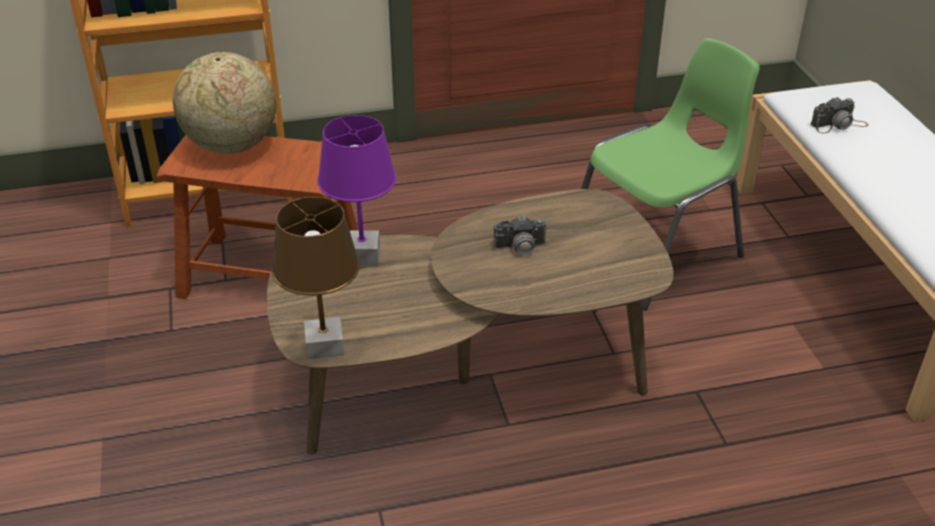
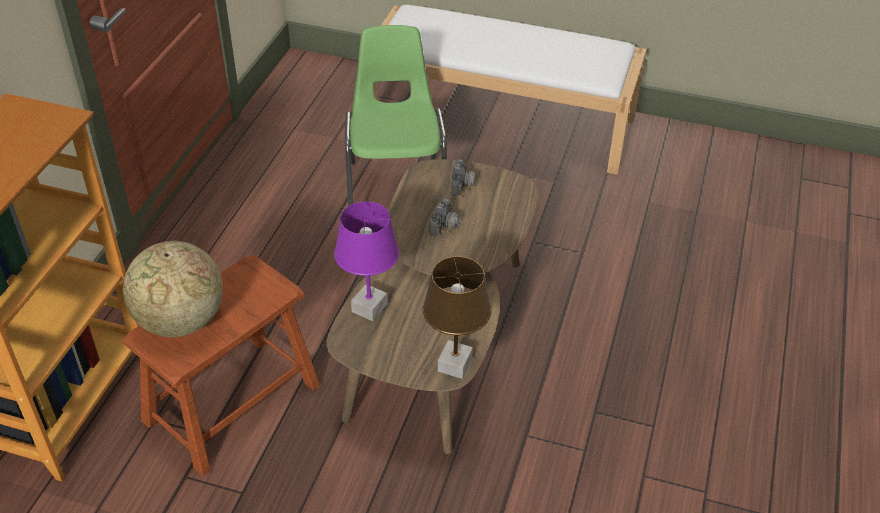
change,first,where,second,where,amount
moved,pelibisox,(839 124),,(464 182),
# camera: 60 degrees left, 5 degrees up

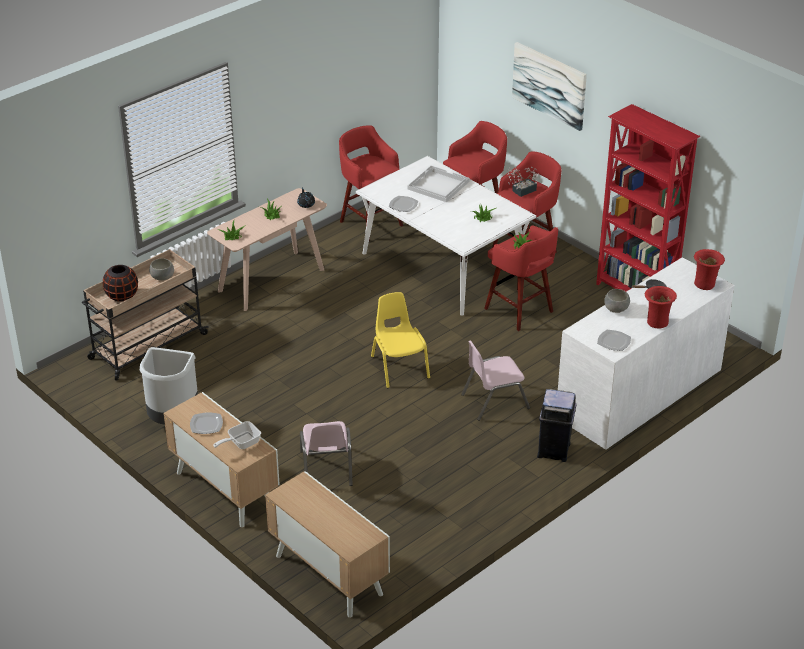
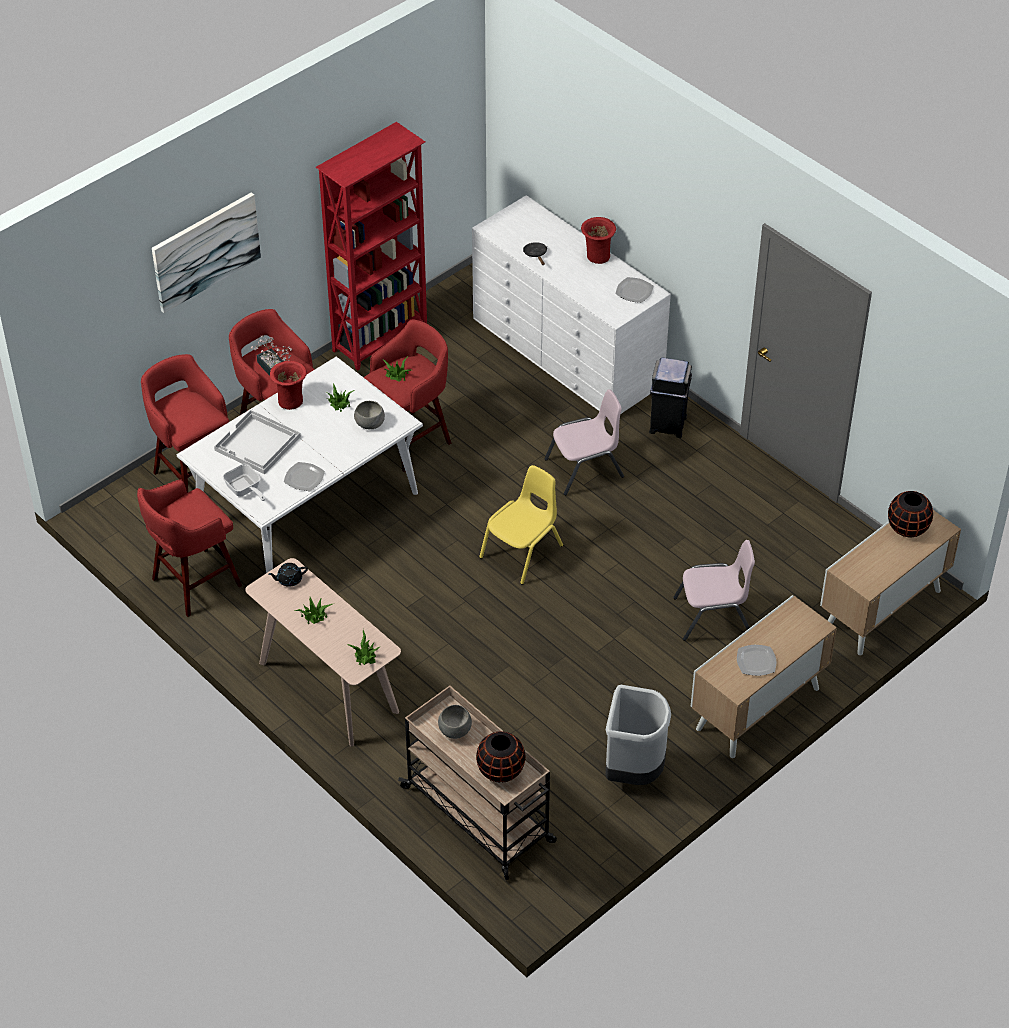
change,first,where,second,where,amount
moved,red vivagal,(705 284),,(290 401),
moved,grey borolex,(616 308),,(369 423),
turned,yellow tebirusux,(399 367),,(522 552),150 degrees clockwise
turned,pink tebirusux,(494 401),,(585 469),90 degrees counterclockwise
moved,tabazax,(241 443),,(245 490),
added,,,black vivagal,(907 528),
# camera: 90 degrees left, 10 degrees up

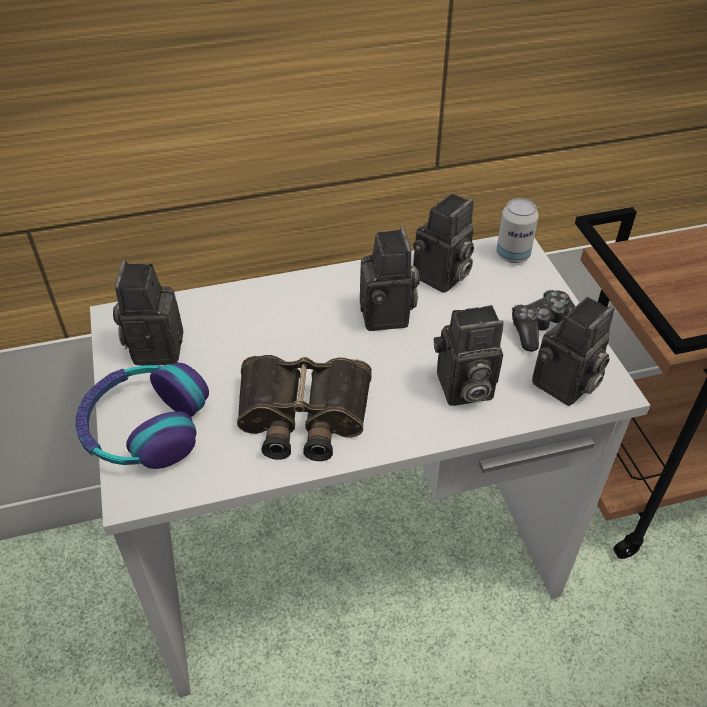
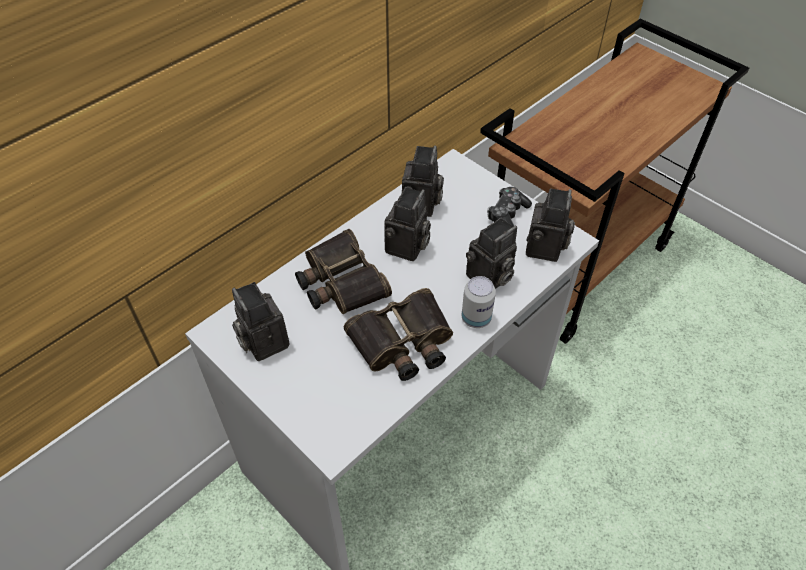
change,first,where,second,where,amount
moved,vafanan,(512 255),,(476 318),
turned,pelibisox,(388 316),,(407 248),60 degrees clockwise
removed,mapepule,(145 427),,,
added,,,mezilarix,(340 281),
# camera: 30 degrees left, 5 degrees up

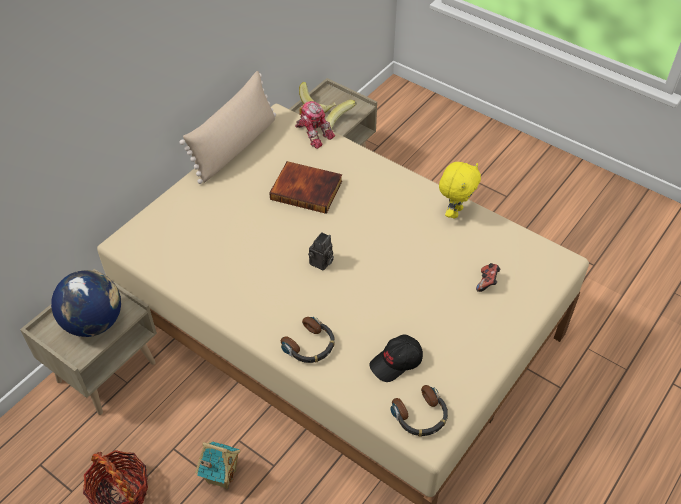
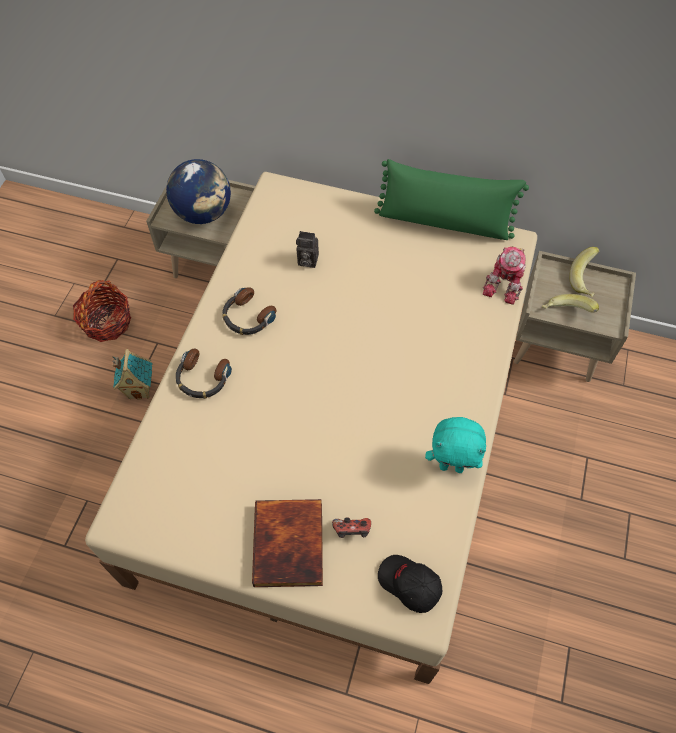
change,first,where,second,where,amount
recoloured,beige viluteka,(235 147),green viluteka,(444 222),
moved,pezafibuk,(307 189),,(290 545),
recoloured,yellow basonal,(455 212),turquoise basonal,(451 466),
moved,pelibisox,(321 263),,(306 261),
moved,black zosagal,(396 363),,(409 585),
moved,mapepule,(420 416),,(247 317),
# camera: 70 degrees right, 10 degrees up

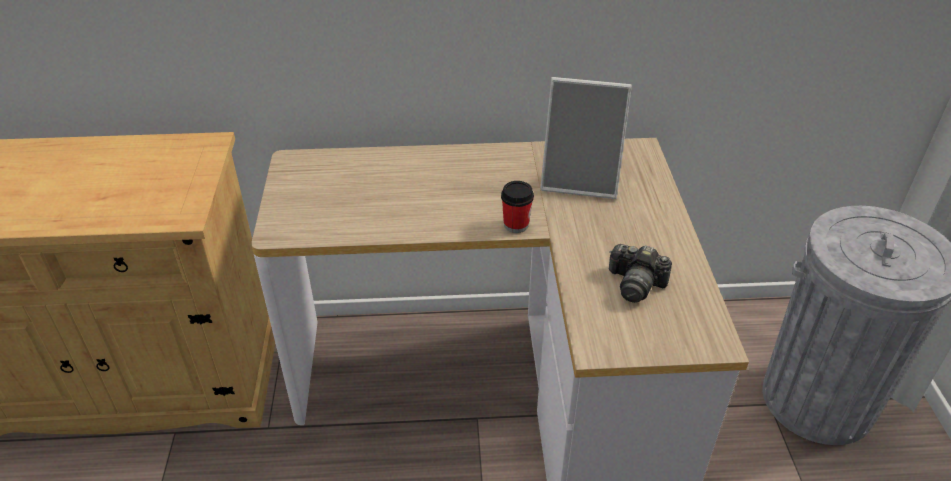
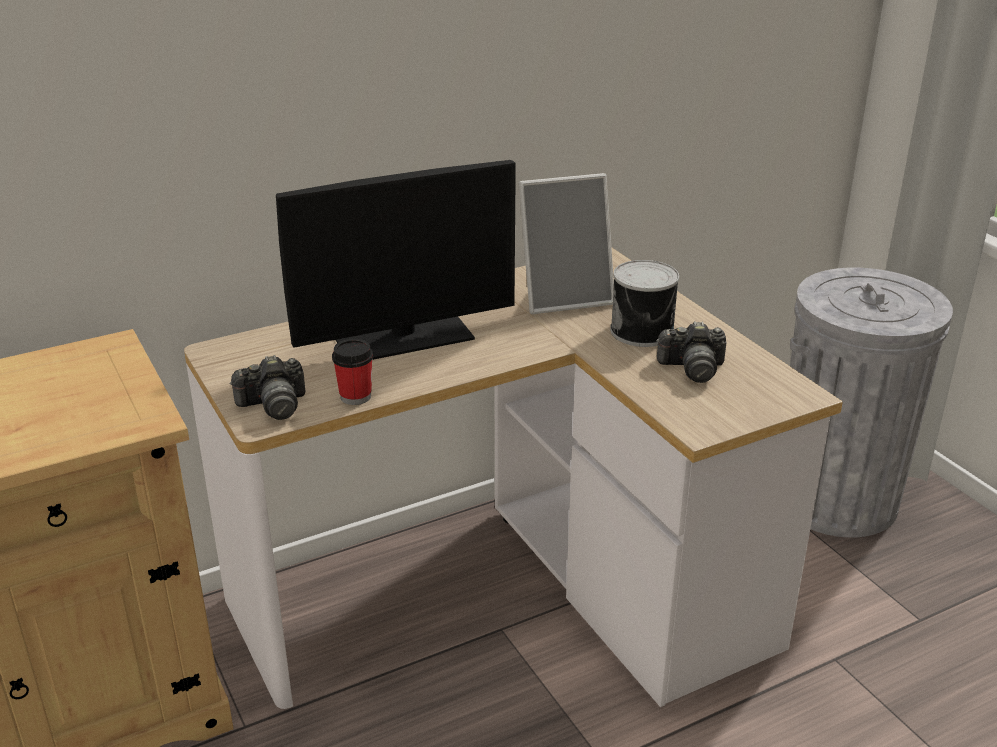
change,first,where,second,where,amount
moved,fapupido,(516 225),,(355 396),
added,,,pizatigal,(404 338),
added,,,vafanan,(644 331),
added,,,pelibisox,(273 405),
# camera: 25 degrees left, 10 degrees down

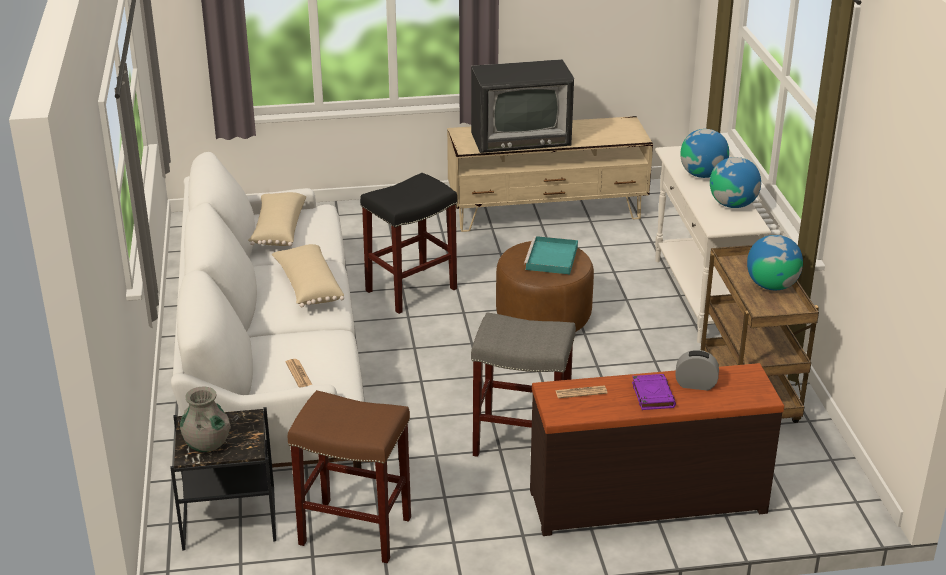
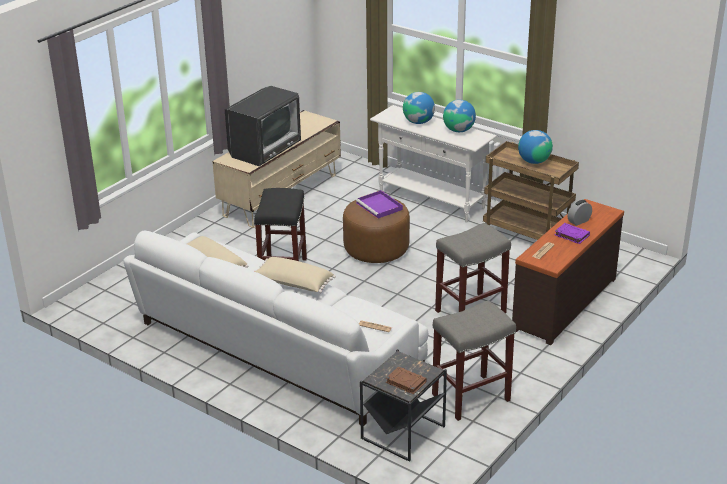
change,first,where,second,where,amount
recoloured,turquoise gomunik,(551 259),purple gomunik,(380 206),
replaced,grey vivagal,(207 444),brown pezafibuk,(405 382),
recoloured,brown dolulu,(357 530),grey dolulu,(471 397),
# camera: 45 degrees left, 0 degrees up

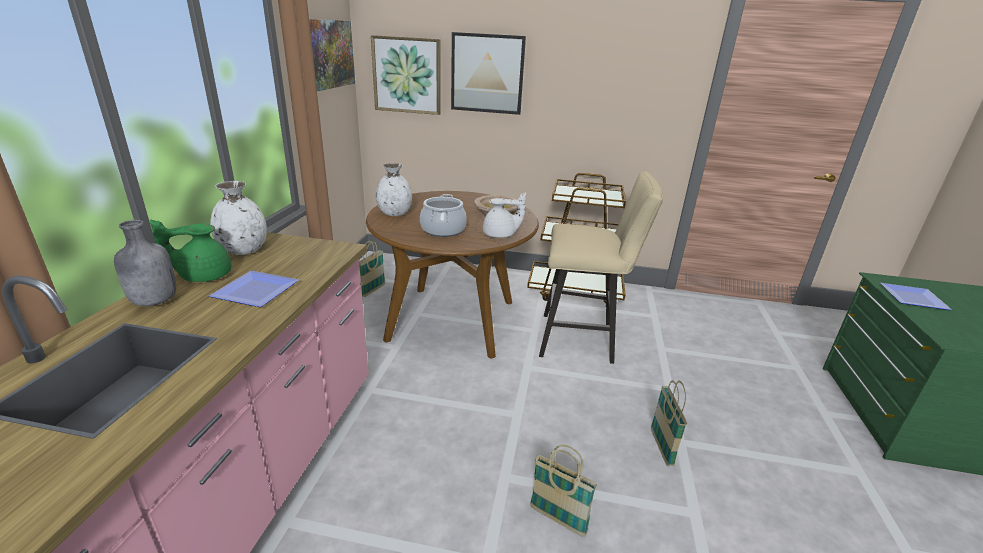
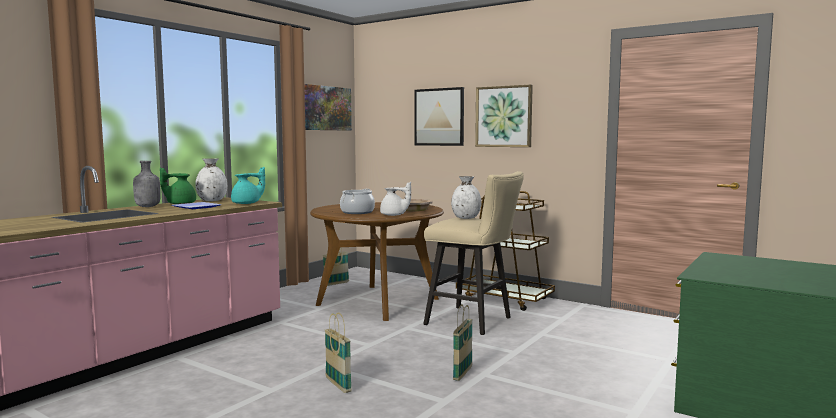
change,first,where,second,where,amount
moved,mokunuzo,(407 75),,(504 116),
moved,white vivagal,(394 213),,(465 218),
removed,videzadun,(914 298),,,
added,,,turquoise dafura,(247 203),
# camera: 25 degrees right, 20 degrees down

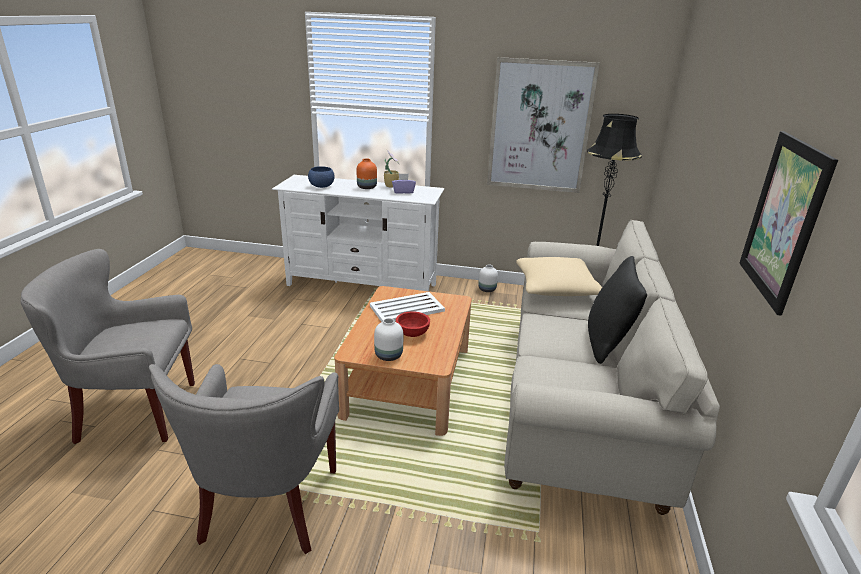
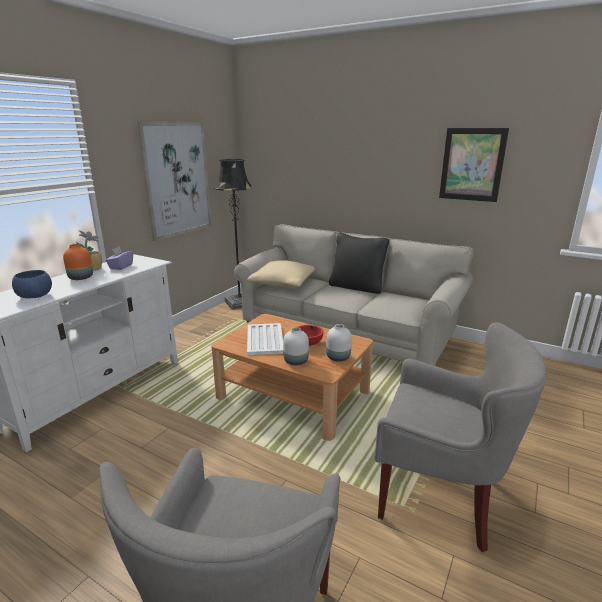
change,first,where,second,where,amount
moved,white vivagal,(487 289),,(295 361),
# camera: 70 degrees left, 5 degrees down

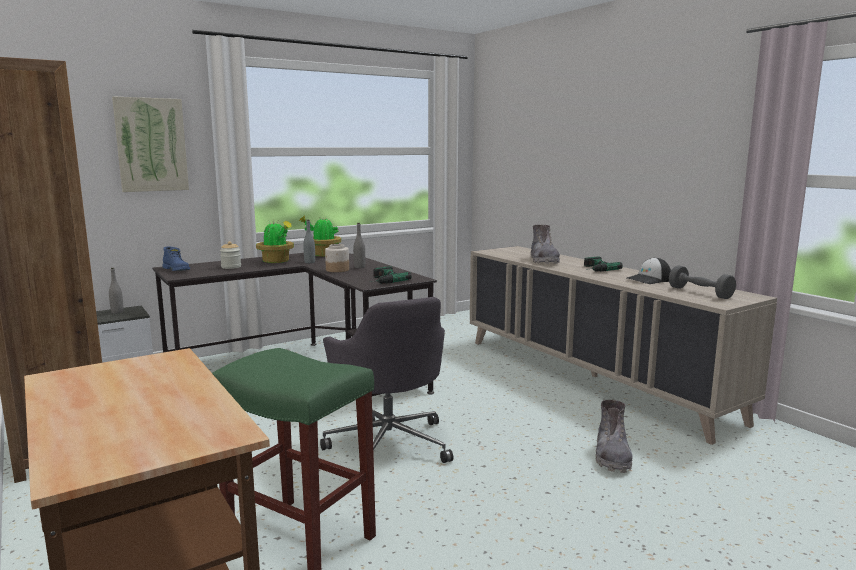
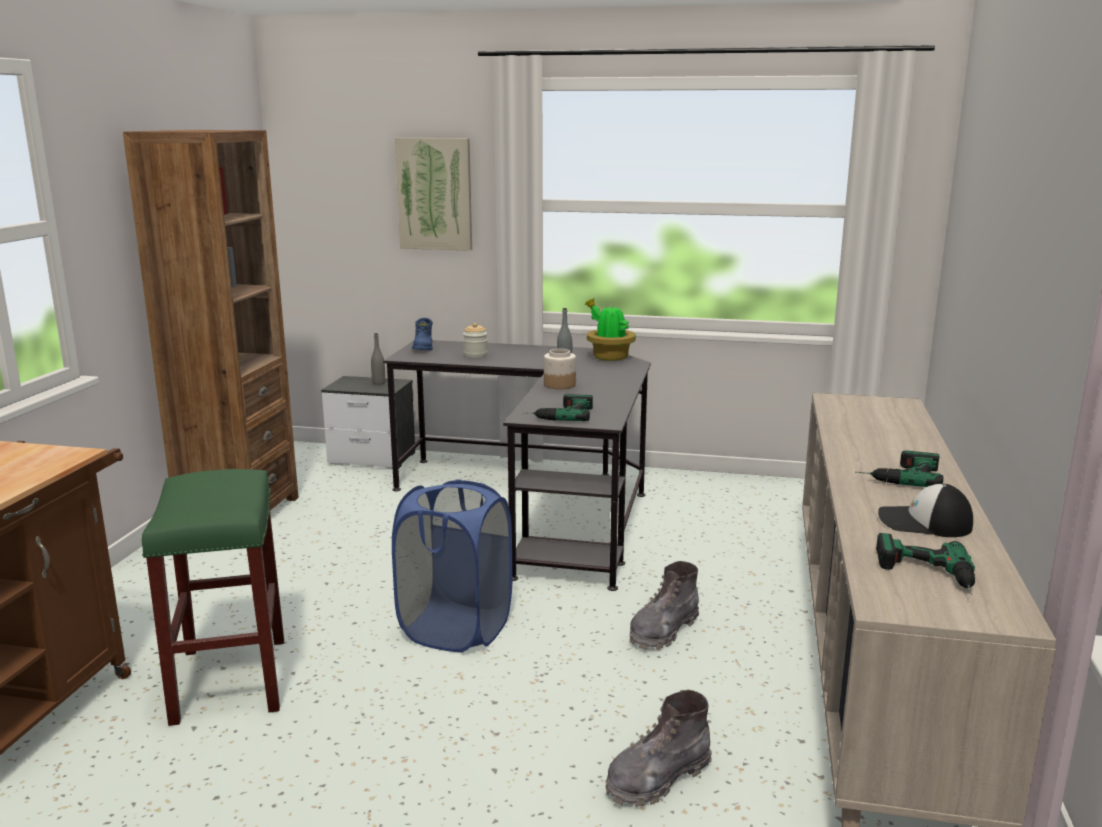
change,first,where,second,where,amount
removed,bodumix,(277 261),,,
removed,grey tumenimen,(359 267),,,
moved,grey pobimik,(543 261),,(663 631),
replaced,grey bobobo,(700 293),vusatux,(926 575),
replaced,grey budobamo,(389 444),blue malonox,(455 629),
# camera: 45 degrees right, 5 degrees up

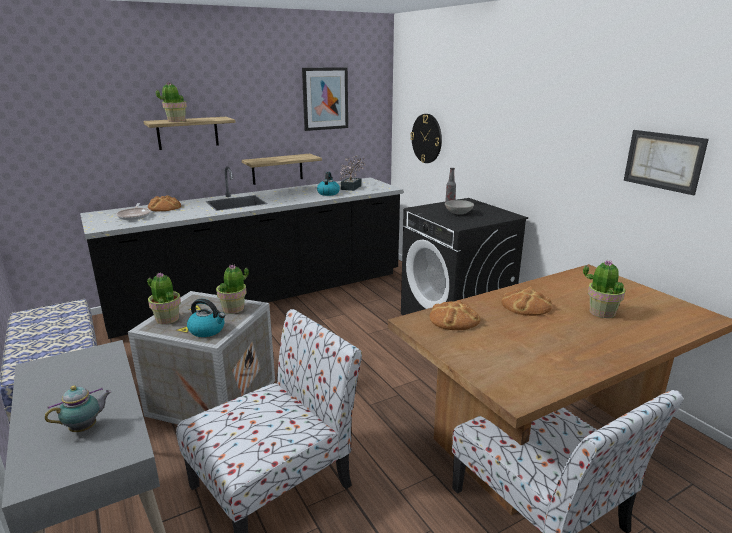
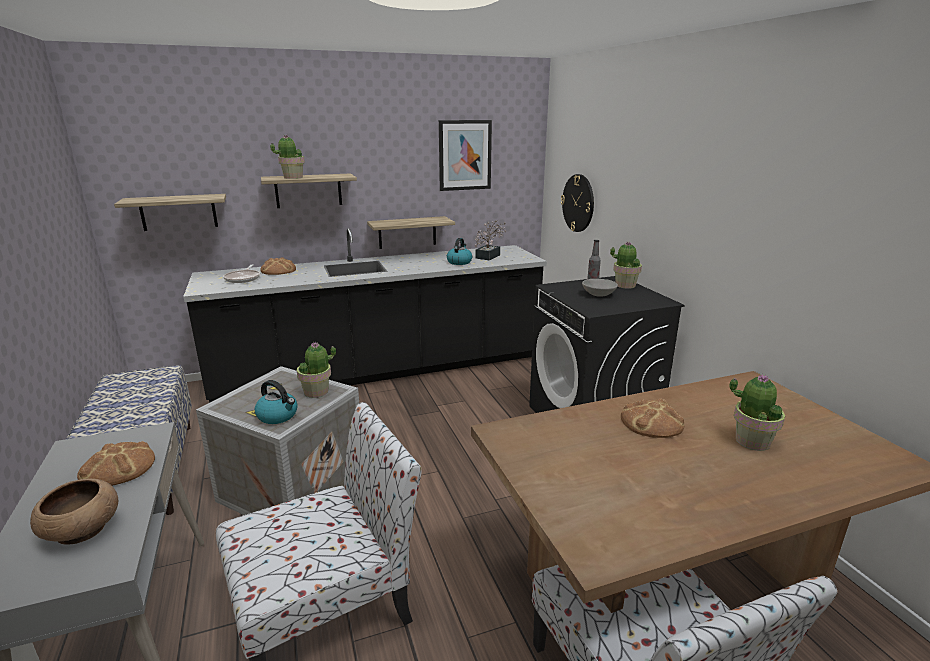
change,first,where,second,where,amount
removed,mokunuzo,(663 161),,,
moved,bodumix,(167 319),,(625 285),
moved,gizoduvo,(453 319),,(118 467),
replaced,dafura,(85 428),brown borolex,(82 530),
added,,,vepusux,(178 212),
# camera: 10 degrees right, 0 degrees up

